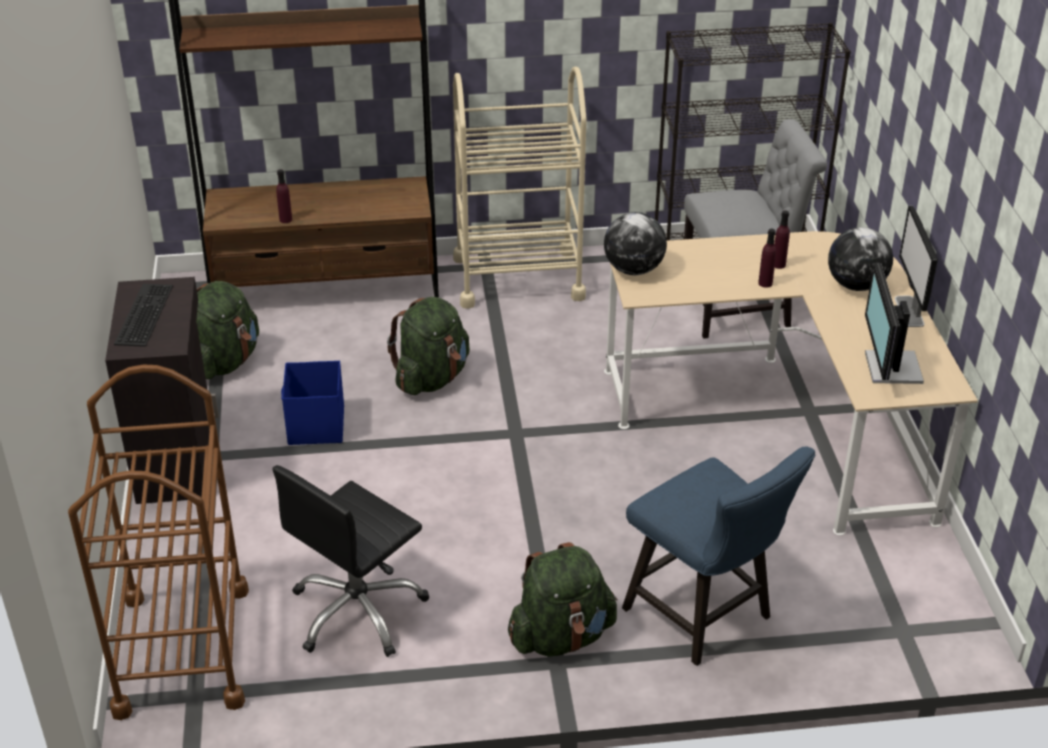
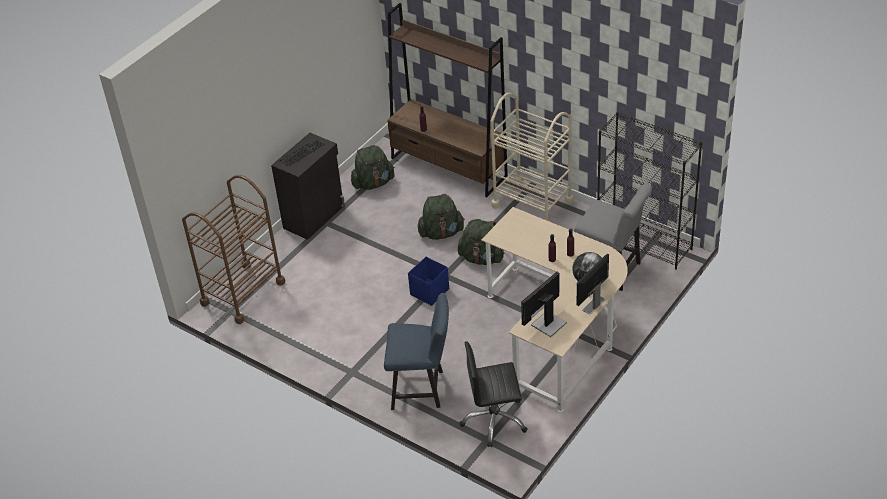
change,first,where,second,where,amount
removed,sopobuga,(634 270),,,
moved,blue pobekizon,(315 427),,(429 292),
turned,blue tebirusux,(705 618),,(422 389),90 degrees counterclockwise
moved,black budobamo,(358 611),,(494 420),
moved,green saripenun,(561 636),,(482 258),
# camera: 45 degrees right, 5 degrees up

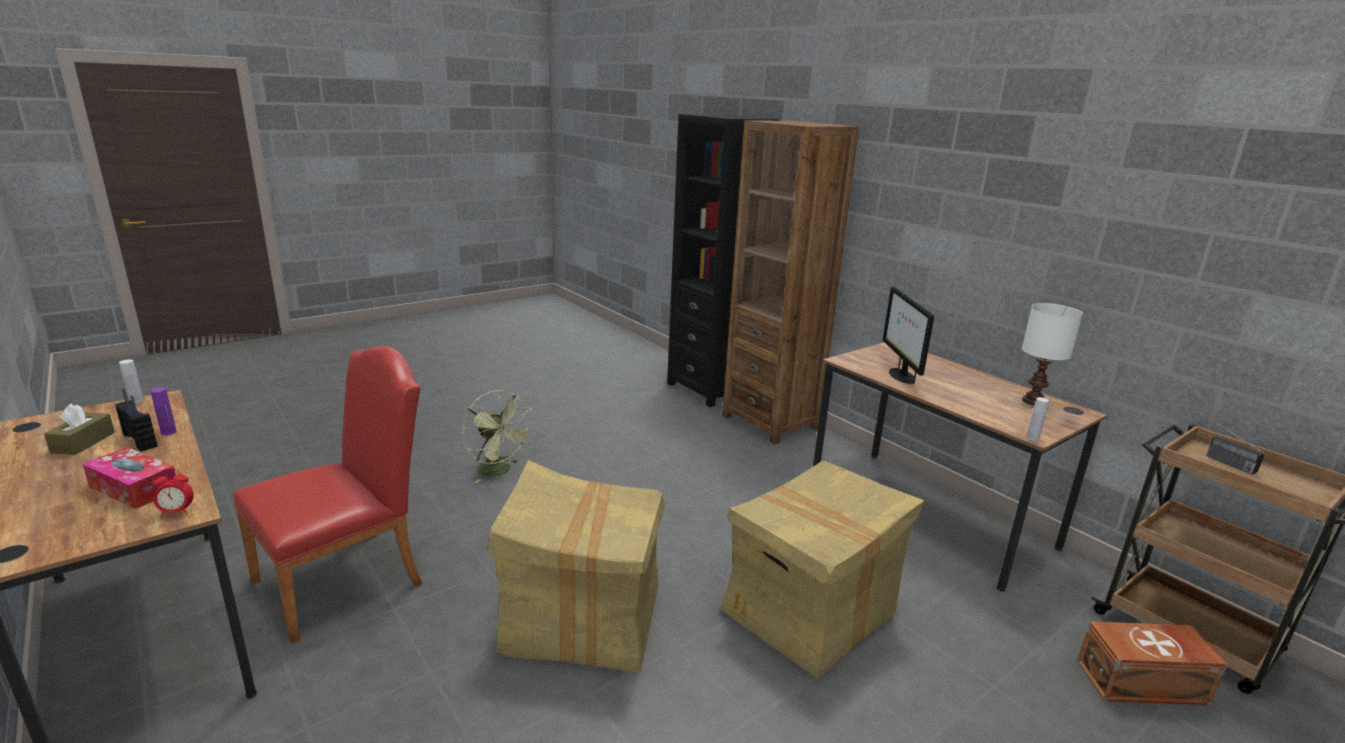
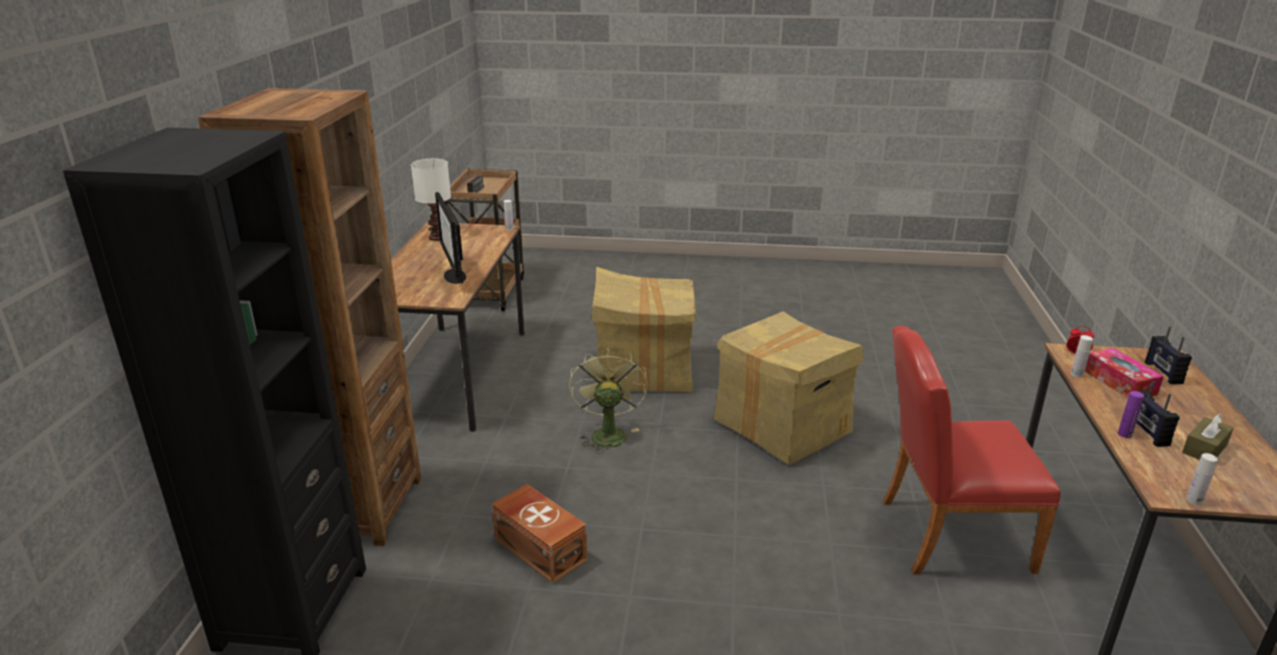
change,first,where,second,where,amount
turned,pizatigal,(901 375),,(454 276),120 degrees clockwise
moved,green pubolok,(499 471),,(607 433),
moved,brown pobekizon,(1144 683),,(540 548),
added,,,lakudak,(1162 373),
added,,,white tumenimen,(1076 374),
# camera: 135 degrees left, 5 degrees up

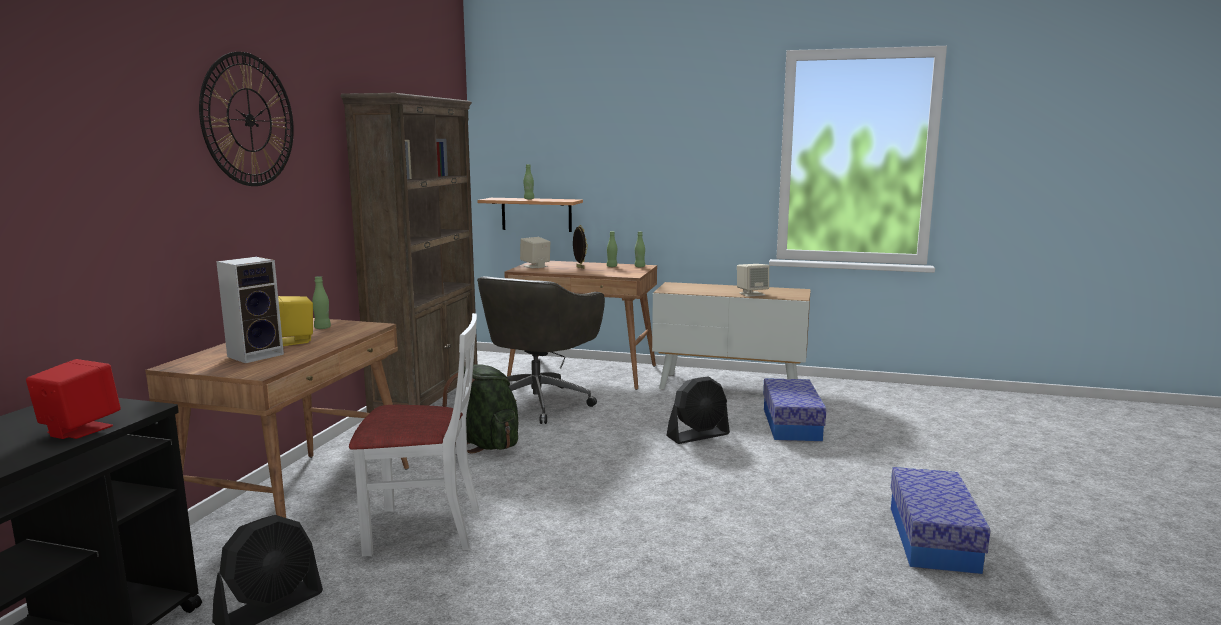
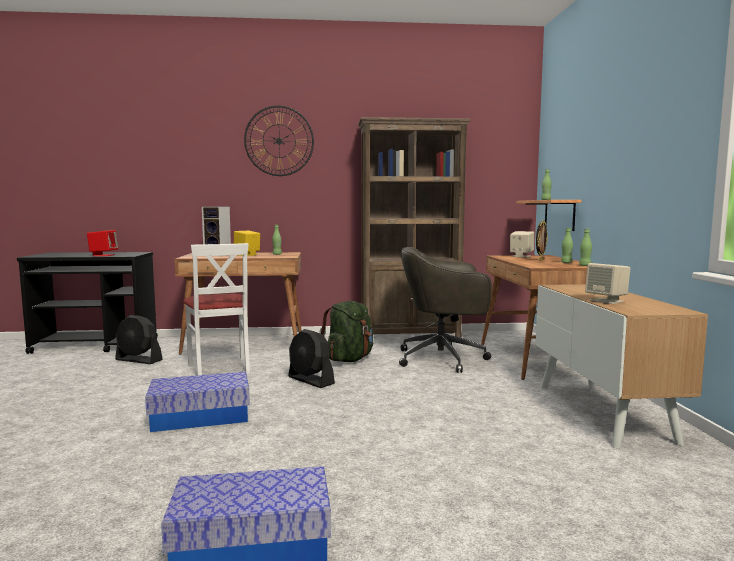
change,first,where,second,where,amount
moved,black pubolok,(698 435),,(311 380),
moved,pobekizon,(791 424),,(200 417),
# camera: 70 degrees right, 5 degrees down

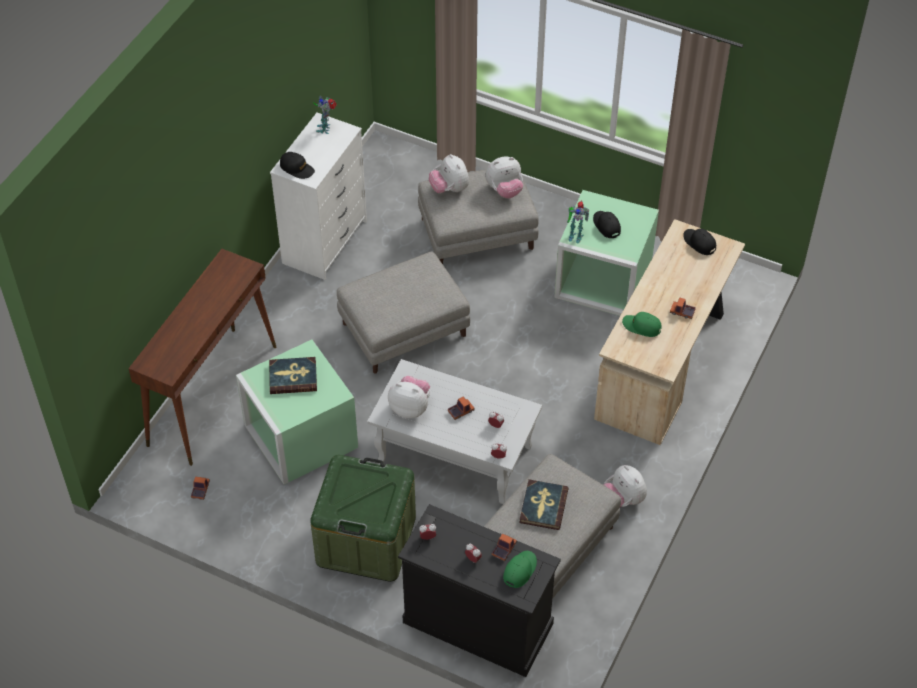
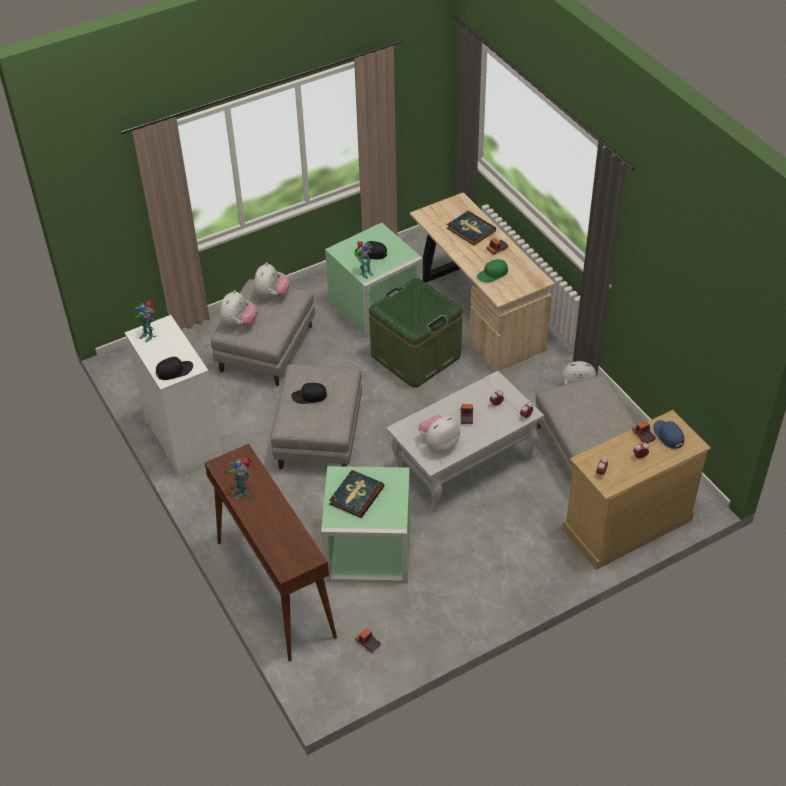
change,first,where,second,where,amount
turned,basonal,(449 189),,(239 323),75 degrees counterclockwise
moved,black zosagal,(699 243),,(309 396),
moved,green pobekizon,(366 540),,(415 356),
moved,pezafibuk,(543 506),,(470 230),
recoloured,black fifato,(478 623),beige fifato,(626 525),
recoloured,green zosagal,(520 570),blue zosagal,(668 436),
added,,,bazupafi,(241 490),
# camera: 55 degrees left, 5 degrees down

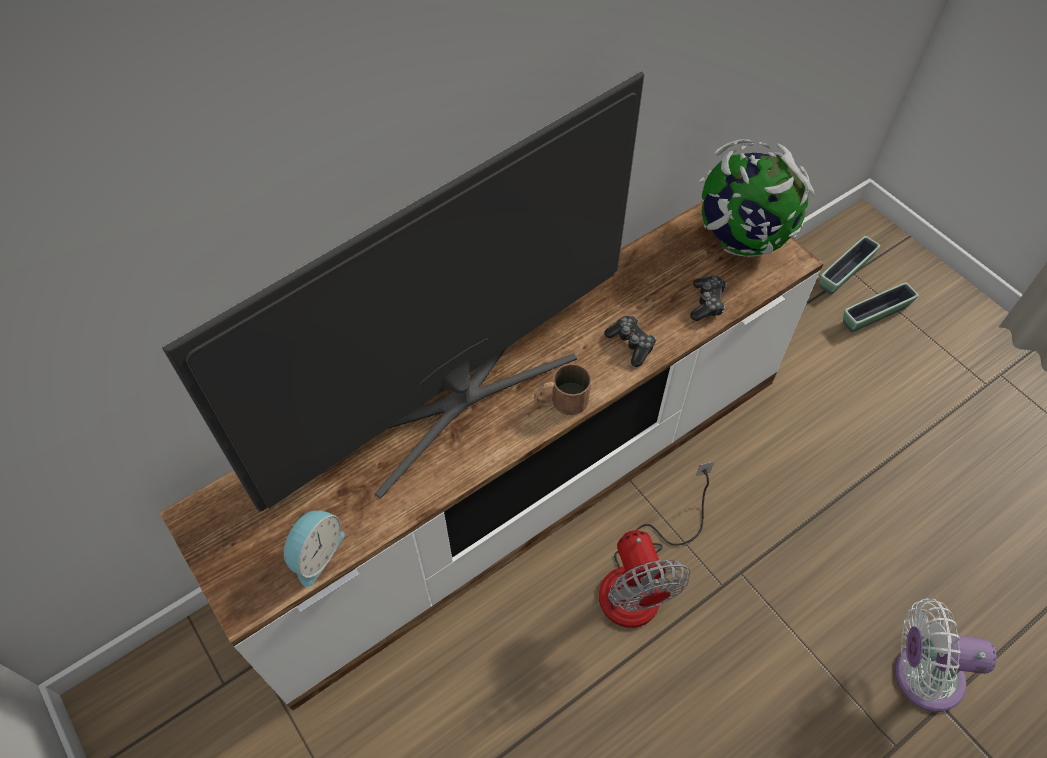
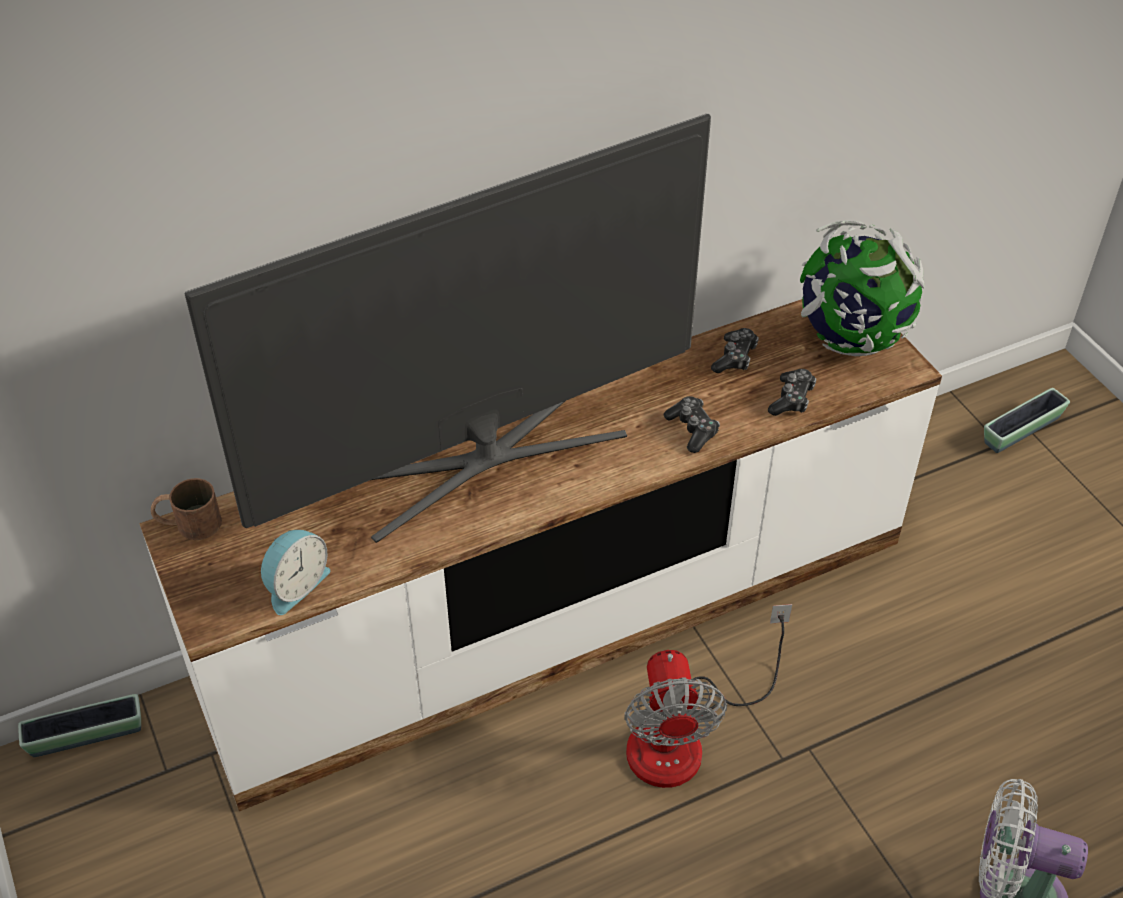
change,first,where,second,where,amount
moved,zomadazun,(875 314),,(86 736),
moved,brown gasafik,(561 401),,(188 523),
added,,,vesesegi,(735 358),
# camera: 10 degrees right, 10 degrees down

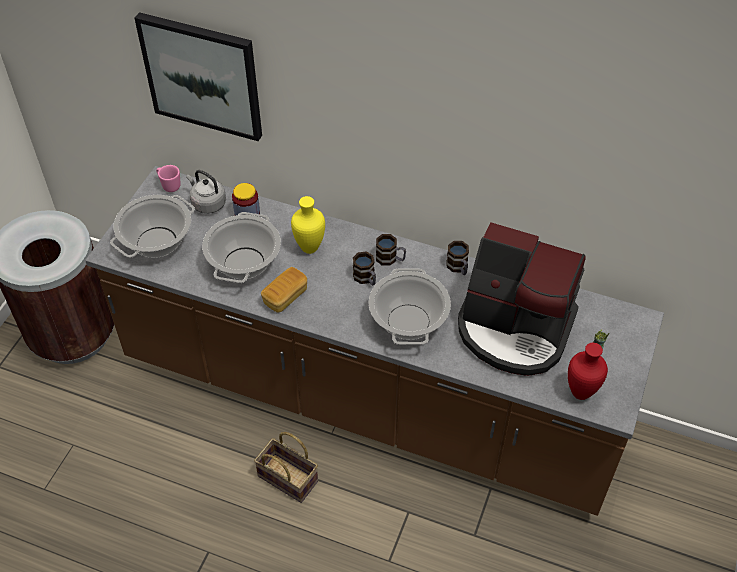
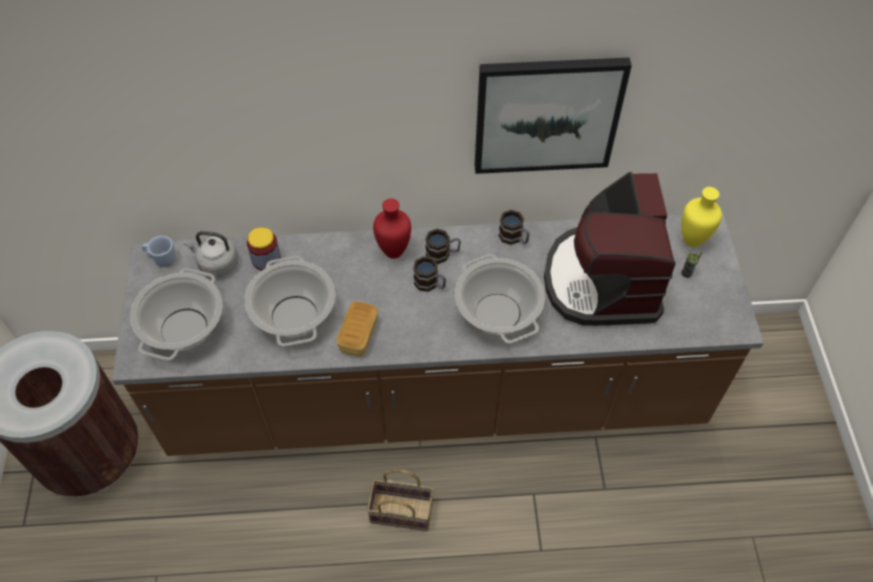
change,first,where,second,where,amount
moved,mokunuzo,(202 76),,(547 115),
recoloured,pink gasafik,(169 185),blue gasafik,(161 259),
moved,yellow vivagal,(310 247),,(692 239),
turned,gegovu,(514 329),,(601 281),90 degrees clockwise
moved,red vivagal,(580 391),,(393 251),
# camera: 25 degrees left, 5 degrees up

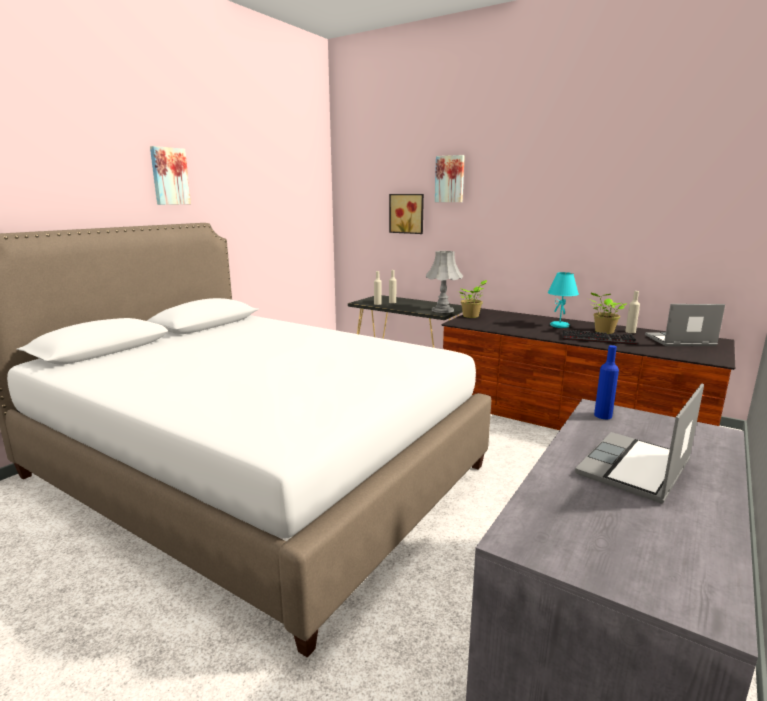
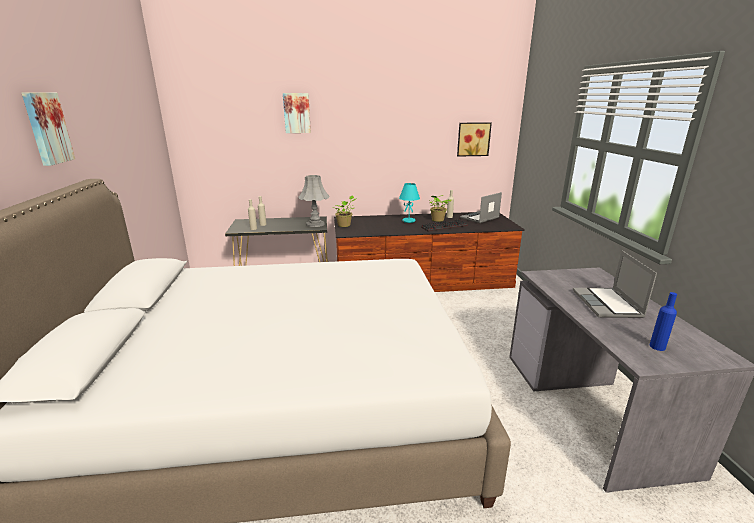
change,first,where,second,where,amount
moved,mokunuzo,(407 213),,(473 139),
moved,blue tumenimen,(603 415),,(657 347),
# camera: 40 degrees left, 5 degrees up

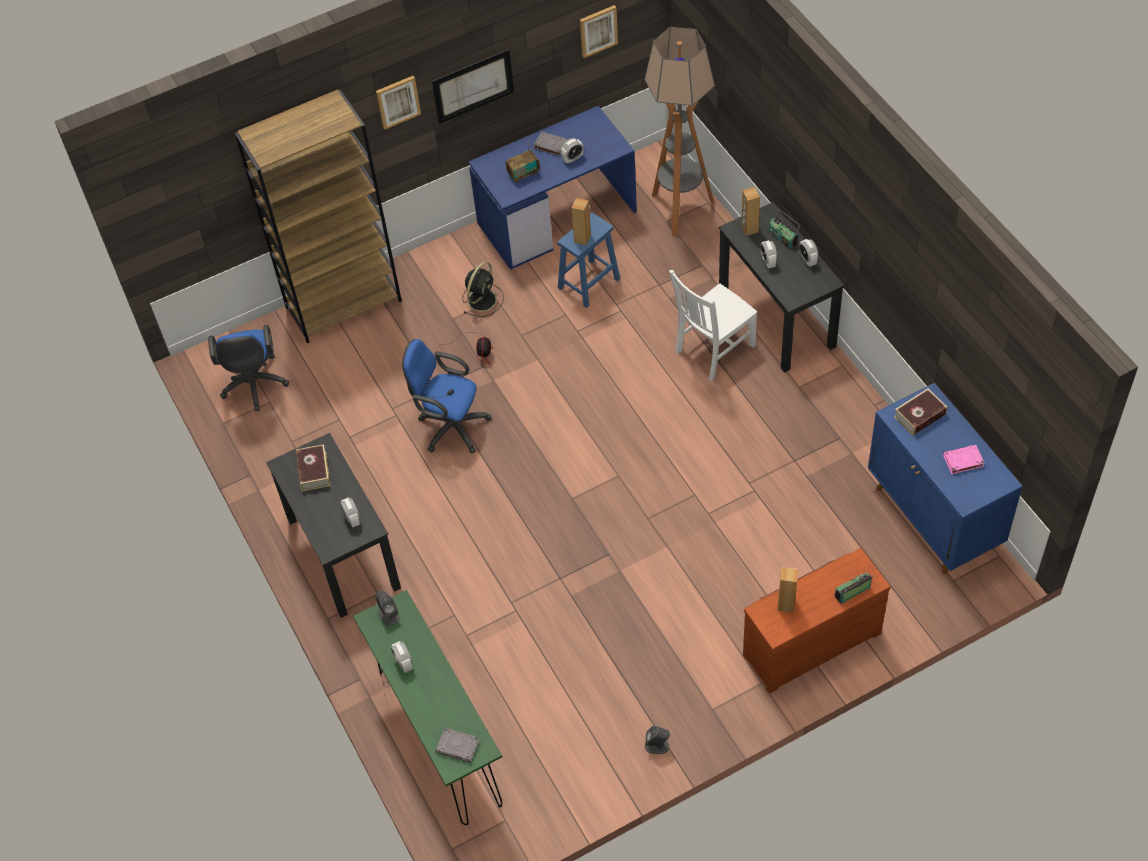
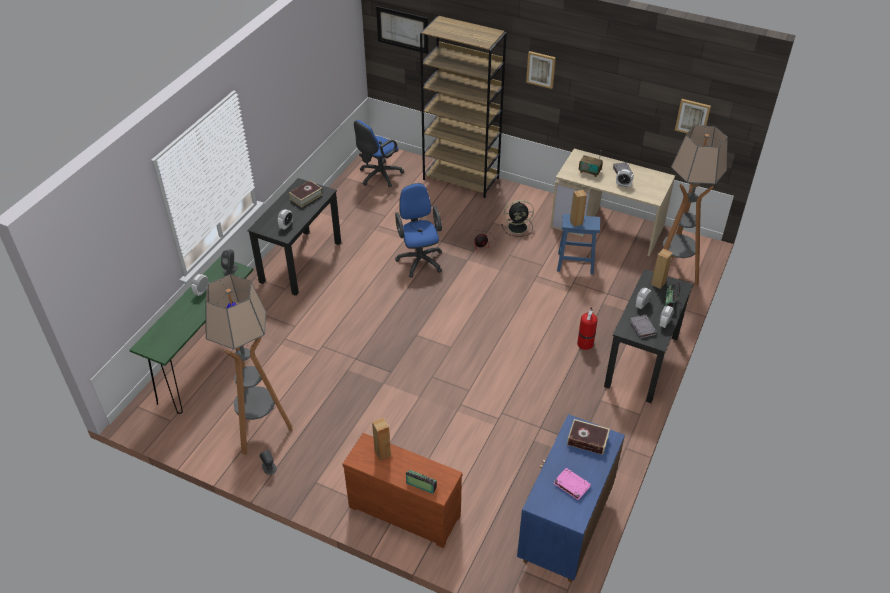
change,first,where,second,where,amount
moved,mokunuzo,(473 86),,(402 29),
recoloured,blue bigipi,(557 216),beige bigipi,(608 226),
replaced,white tebirusux,(712 350),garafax,(585 343),
moved,grey pezafibuk,(458 746),,(642 328),
added,,,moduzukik,(261 431),
# camera: 50 degrees right, 10 degrees down

